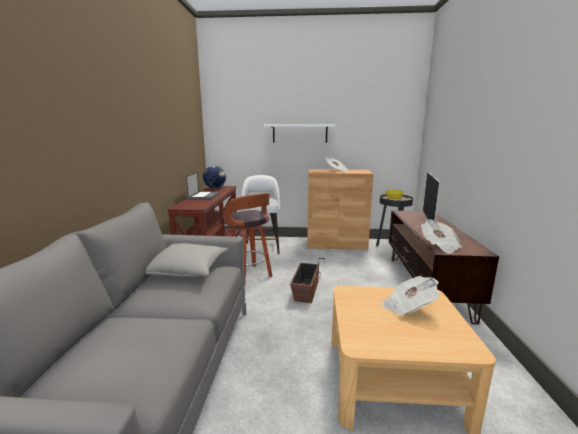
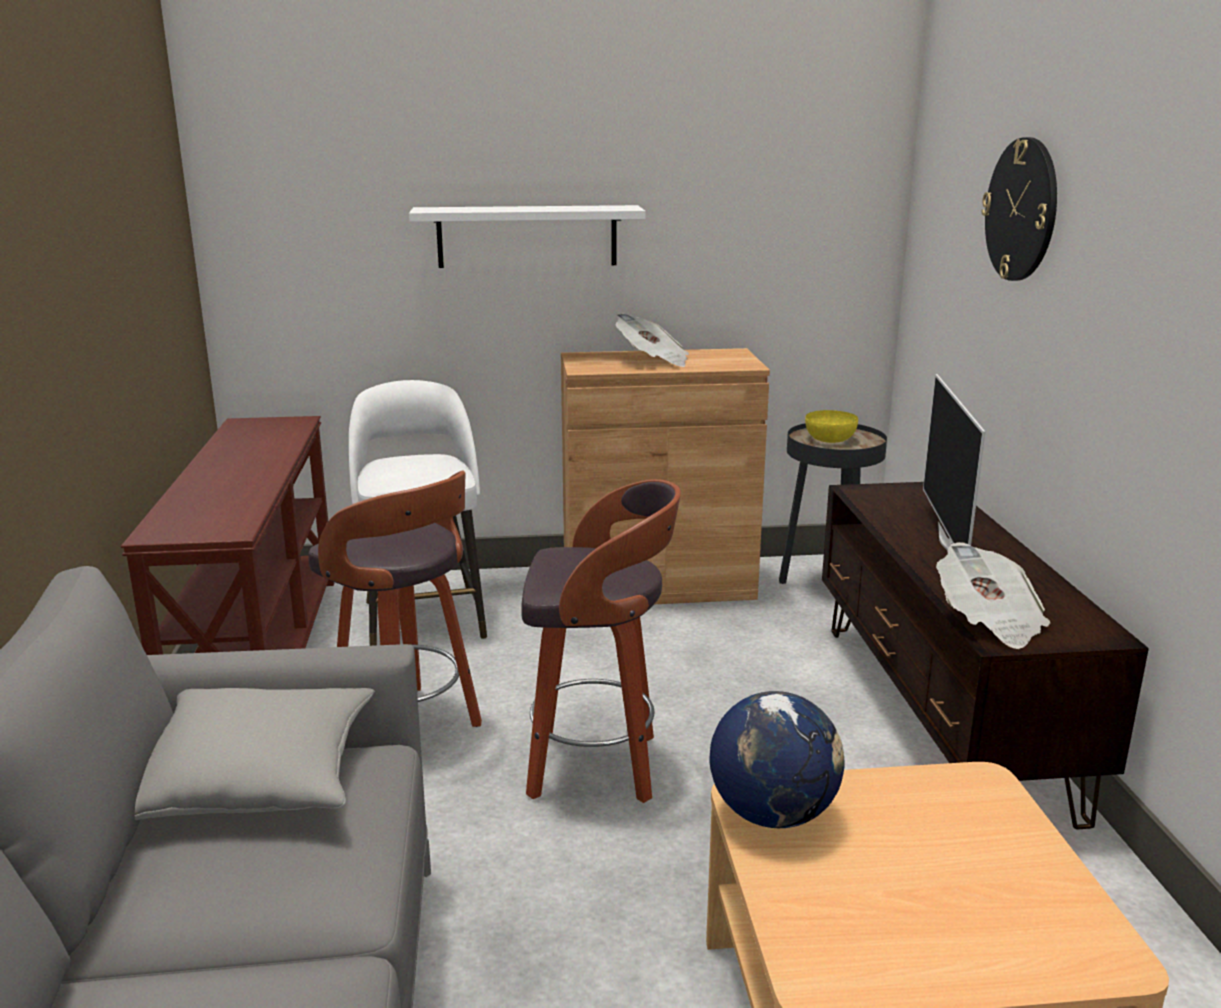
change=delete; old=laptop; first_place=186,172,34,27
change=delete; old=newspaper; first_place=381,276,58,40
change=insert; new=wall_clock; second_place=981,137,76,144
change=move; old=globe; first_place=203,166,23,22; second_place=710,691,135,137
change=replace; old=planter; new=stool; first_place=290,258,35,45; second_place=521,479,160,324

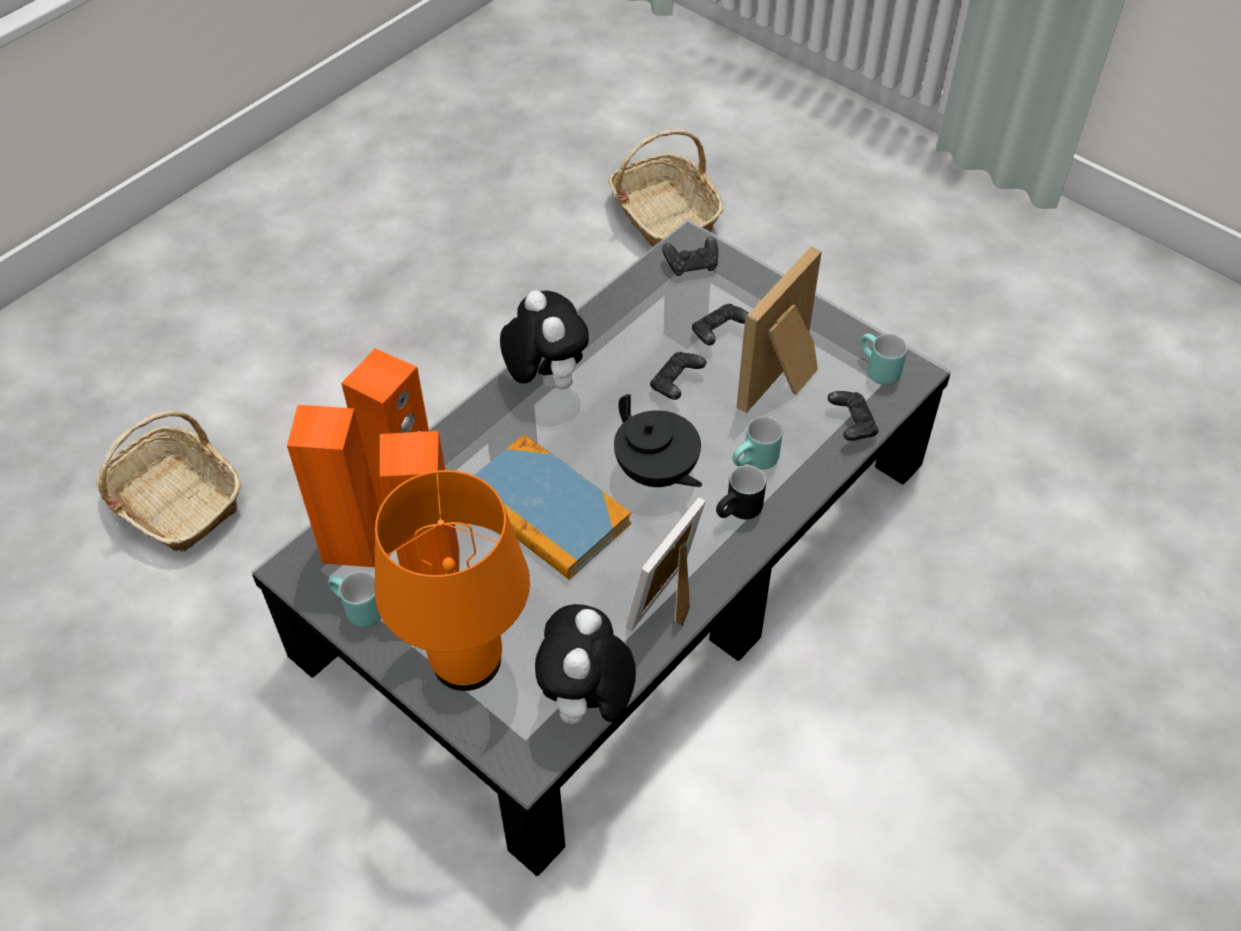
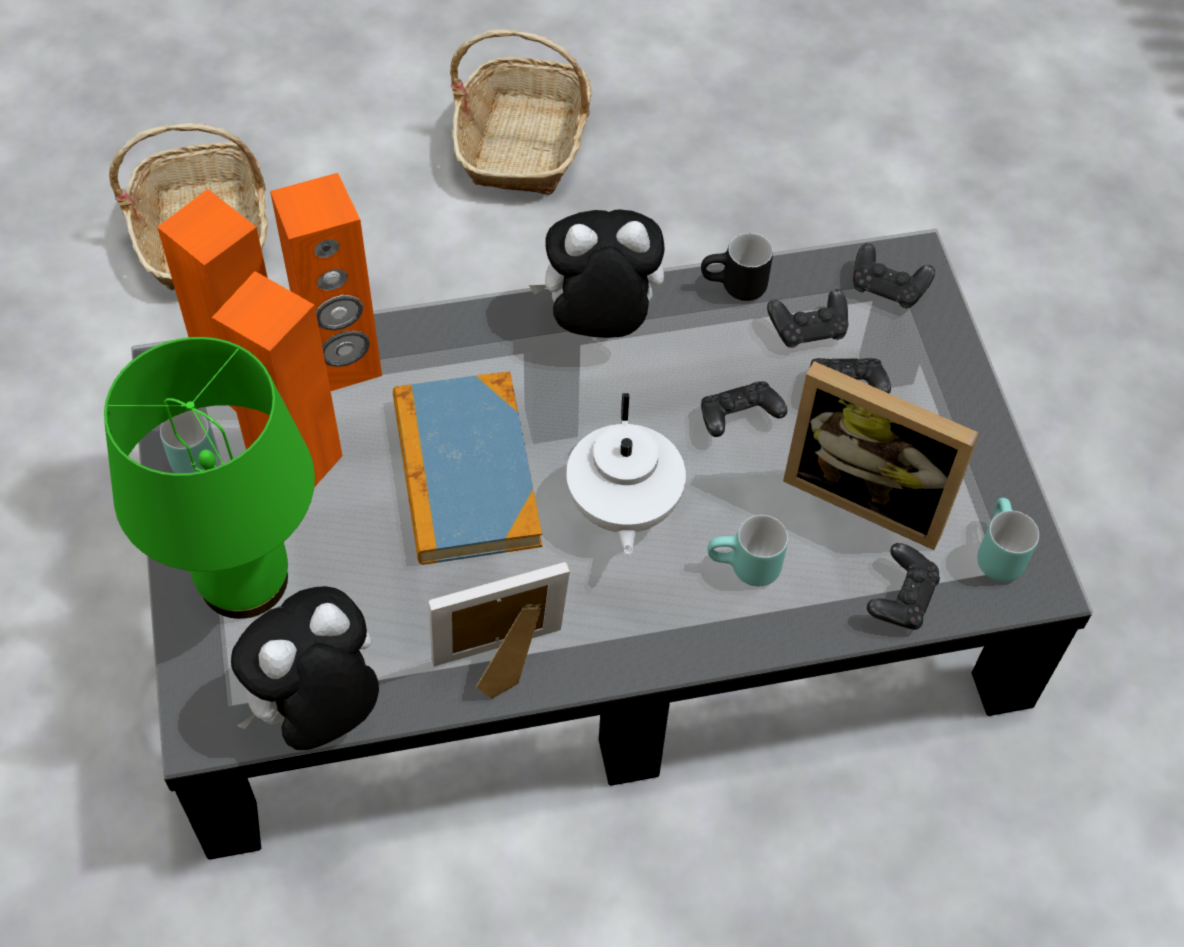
change=insert; new=black_game_controller; second_place=767,289,81,59
change=move; old=basket; first_place=608,129,115,118; second_place=450,29,142,166
change=move; old=black_mug; first_place=716,465,50,54; second_place=701,233,72,68
change=recolor; old=orange_table_lamp; new=green_table_lamp; first_place=375,470,155,221; second_place=104,337,211,282
change=recolor; old=black_teapot; new=white_teapot; first_place=614,394,88,93; second_place=566,393,120,162
change=rotate; old=plush_toy; first_place=500,290,89,99; second_place=529,209,136,129; degrees=-105
change=rotate; old=picture_frame; first_place=736,247,86,166; second_place=783,361,197,189; degrees=-135

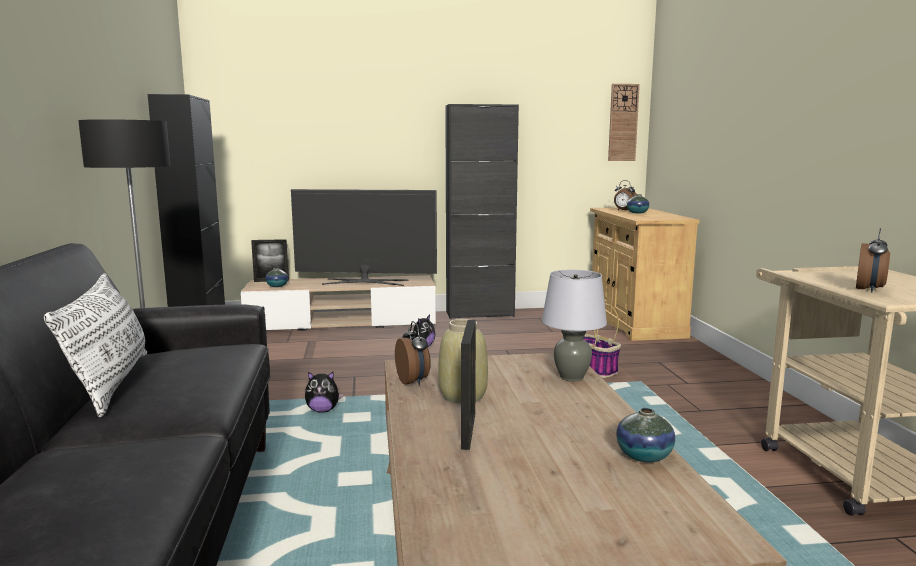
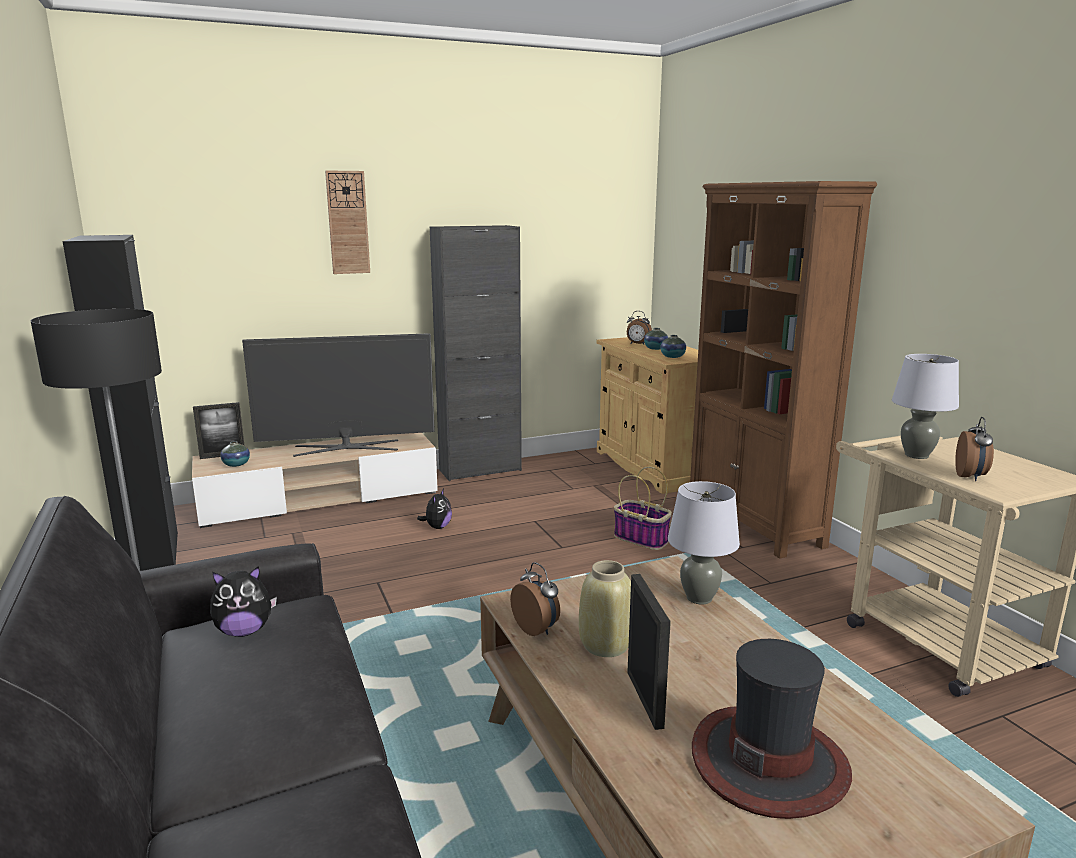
change=delete; old=white_pillow; first_place=44,273,103,144
change=insert; new=brown_bookcase; second_place=690,181,187,378
change=insert; new=hat; second_place=692,639,160,180
change=insert; new=grey_table_lamp; second_place=892,354,67,105
change=move; old=plush_toy; first_place=305,372,38,41; second_place=210,566,67,71
change=move; old=wall_clock; first_place=608,84,32,77; second_place=325,170,45,104
change=move; old=vase; first_place=616,408,59,54; second_place=661,335,25,23

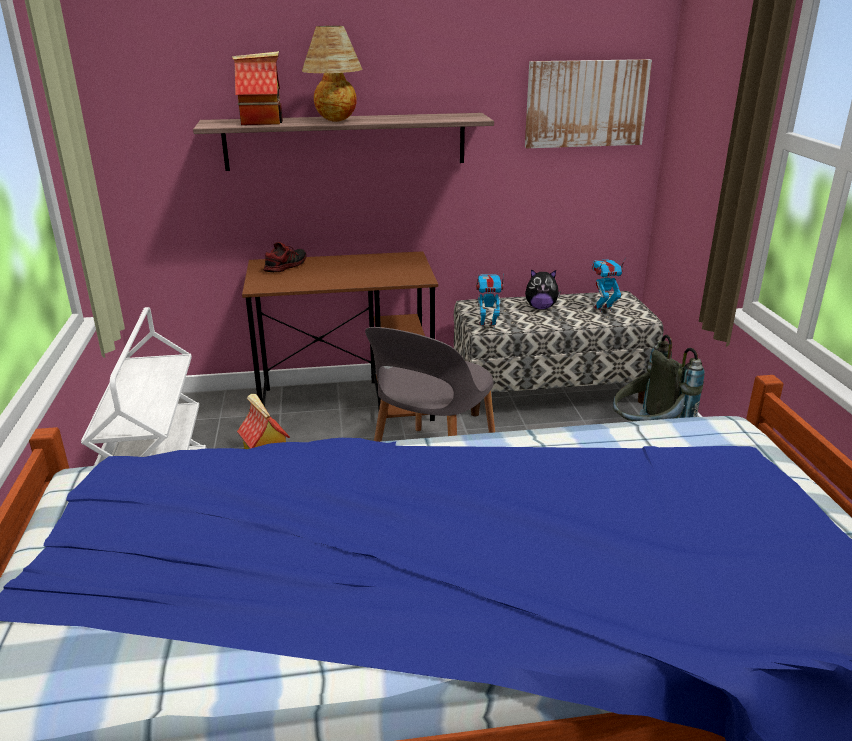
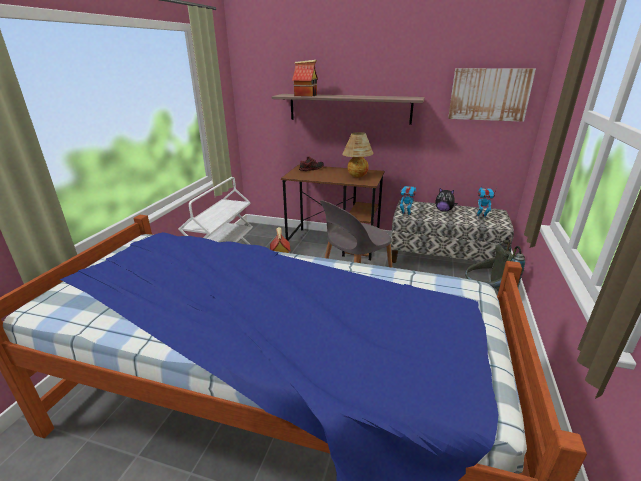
change=move; old=table_lamp; first_place=302,26,61,96; second_place=342,132,31,46

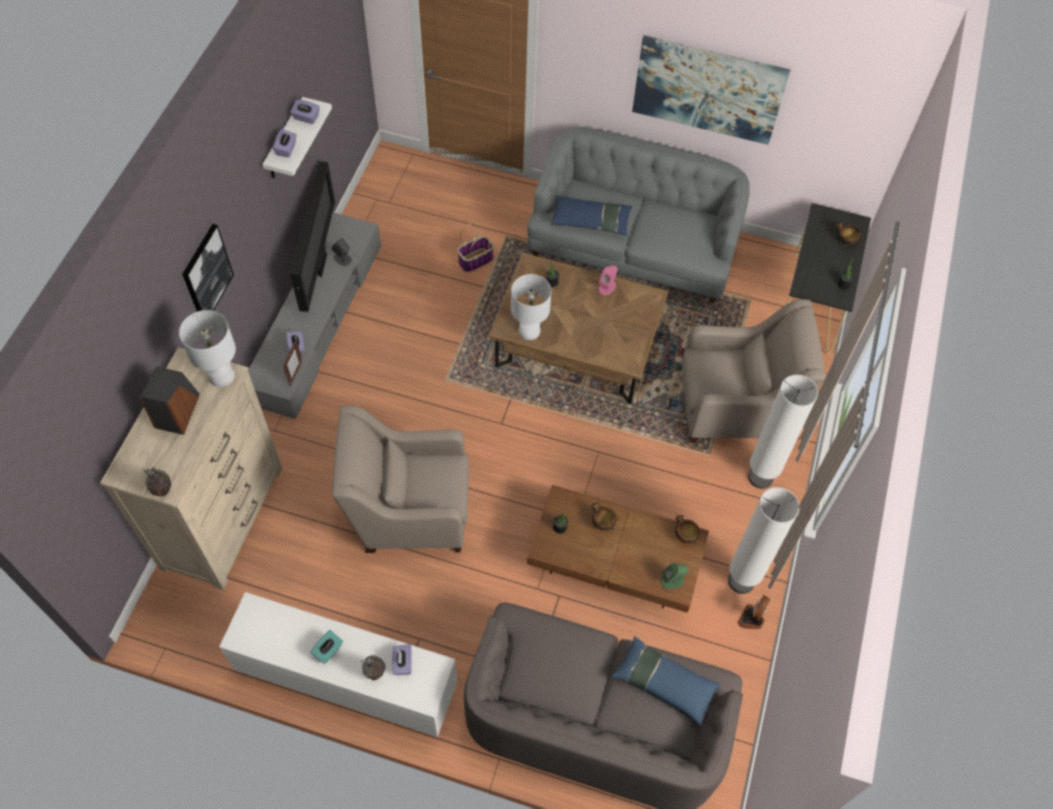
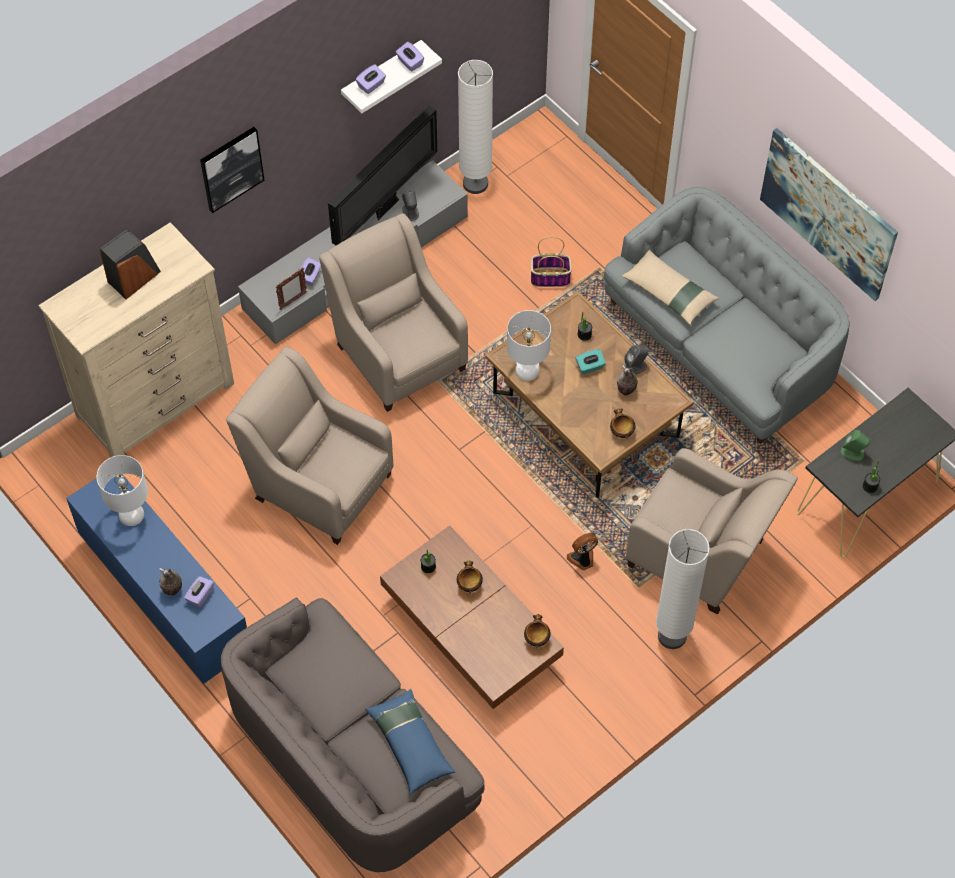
change=insert; new=beige_armchair; second_place=319,213,149,199
change=move; old=vase; first_place=143,466,28,30; second_place=617,365,21,31
change=move; old=white_table_lamp; first_place=179,310,57,77; second_place=97,455,51,71
change=move; old=turquoise_tissue_box; first_place=310,630,33,34; second_place=575,349,31,25
change=move; old=green_speaker; first_place=661,563,27,26; second_place=841,430,29,31
change=move; old=white_floor_lamp; first_place=728,487,72,107; second_place=458,60,35,134
change=move; old=fan; first_place=738,595,32,34; second_place=567,533,31,37
change=move; old=bowl; first_place=836,222,25,24; second_place=610,409,26,30
change=recolor; old=white_cabinet; new=blue_cabinet; first_place=219,592,238,145; second_place=66,474,181,212
change=recolor; old=blue_pillow; new=beige_pillow; first_place=551,196,81,39; second_place=622,250,97,75
change=recolor; old=pink_speaker; new=grey_speaker; first_place=599,265,19,30; second_place=624,345,25,29

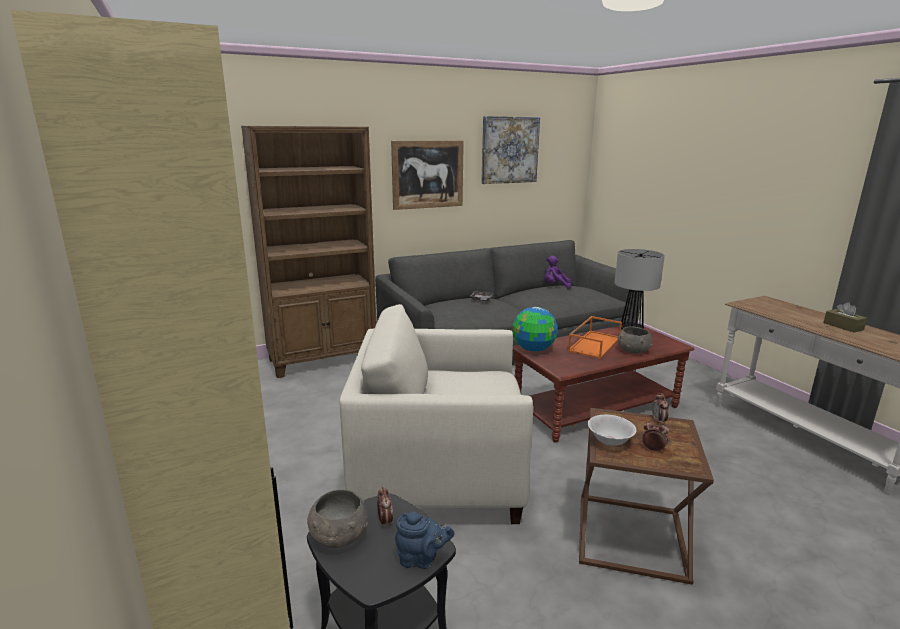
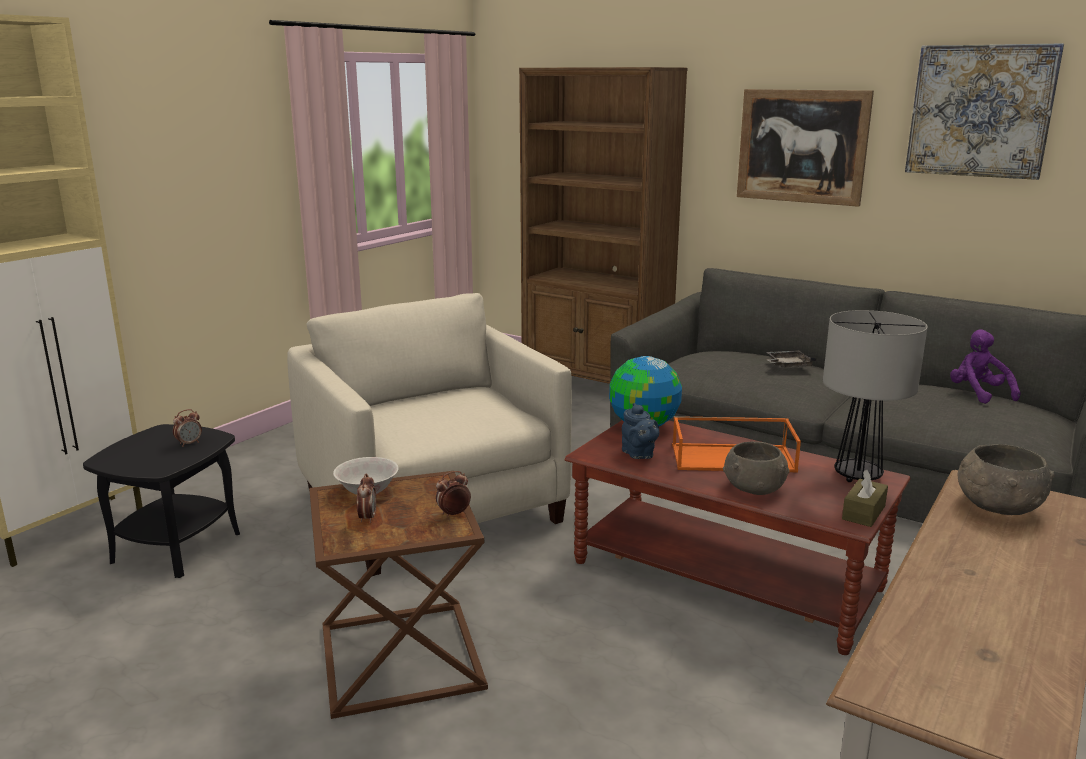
change=move; old=grey_bowl; first_place=307,489,61,59; second_place=958,444,97,71
change=move; old=blue_teapot; first_place=395,512,60,57; second_place=622,403,37,56
change=move; old=brown_tissue_box; first_place=823,302,44,31; second_place=842,470,46,57

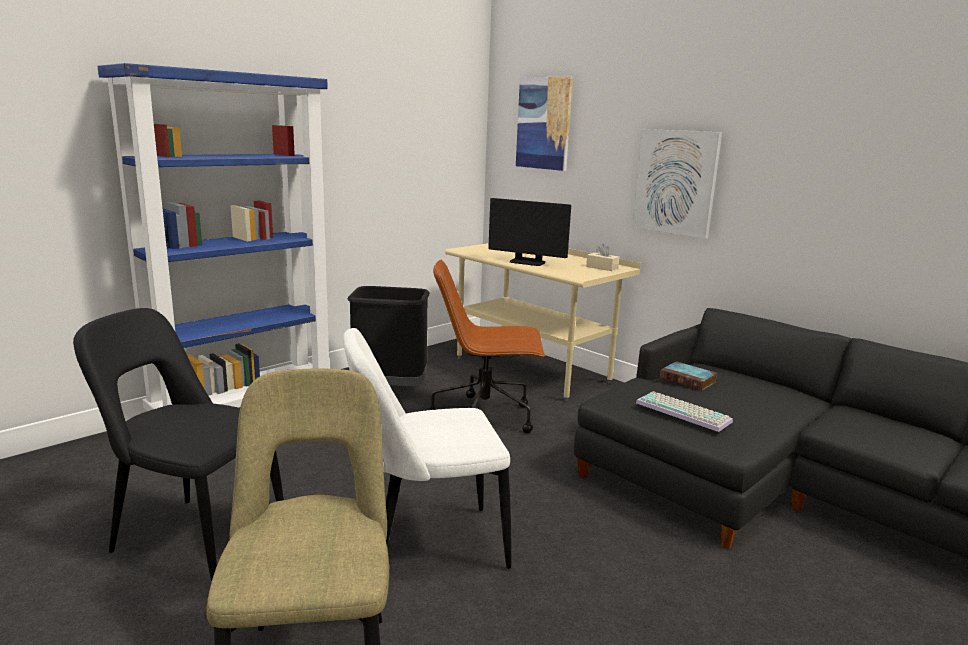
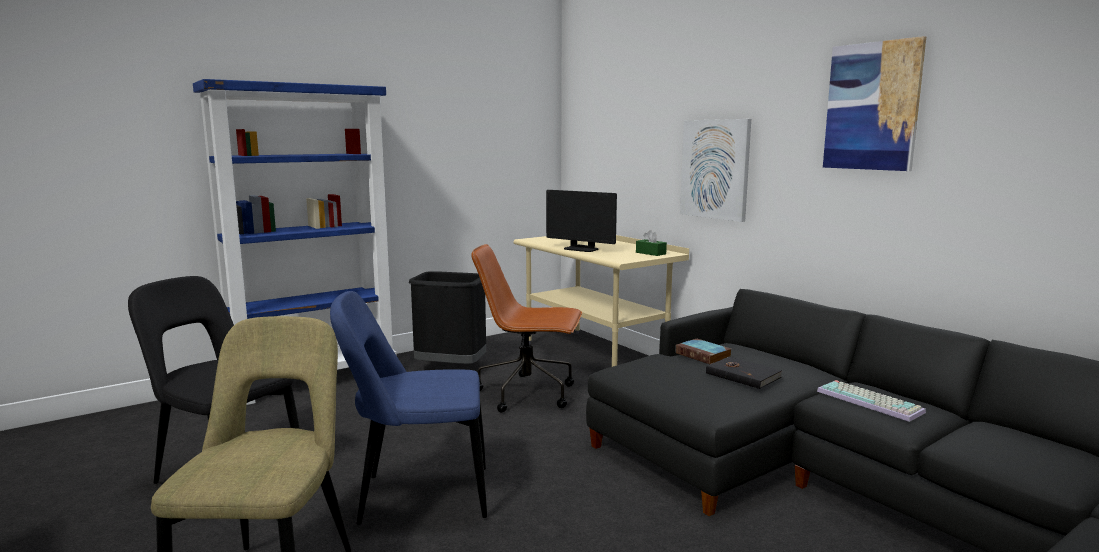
change=insert; new=black_book; second_place=706,357,77,32
change=move; old=picture; first_place=516,77,57,94; second_place=823,36,103,135
change=move; old=keyboard; first_place=636,391,97,41; second_place=817,380,109,42
change=recolor; old=white_chair; new=blue_chair; first_place=343,328,169,241; second_place=330,291,157,234
change=recolor; old=beige_tissue_box; new=green_tissue_box; first_place=586,244,34,27; second_place=636,230,31,26

